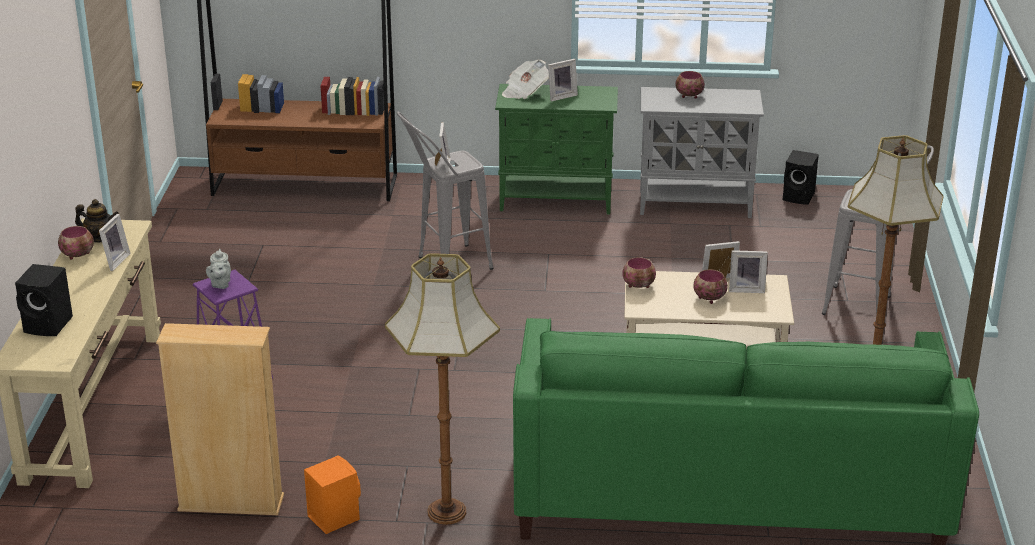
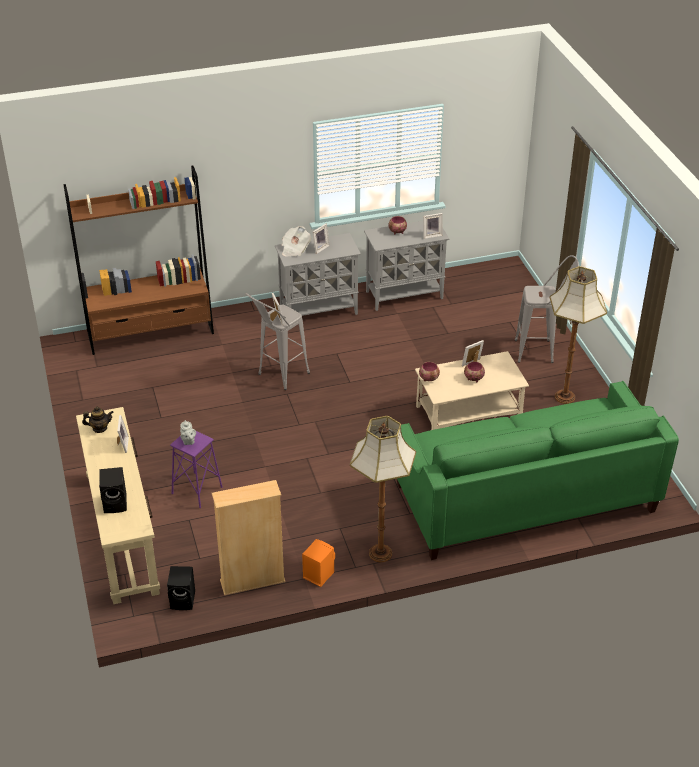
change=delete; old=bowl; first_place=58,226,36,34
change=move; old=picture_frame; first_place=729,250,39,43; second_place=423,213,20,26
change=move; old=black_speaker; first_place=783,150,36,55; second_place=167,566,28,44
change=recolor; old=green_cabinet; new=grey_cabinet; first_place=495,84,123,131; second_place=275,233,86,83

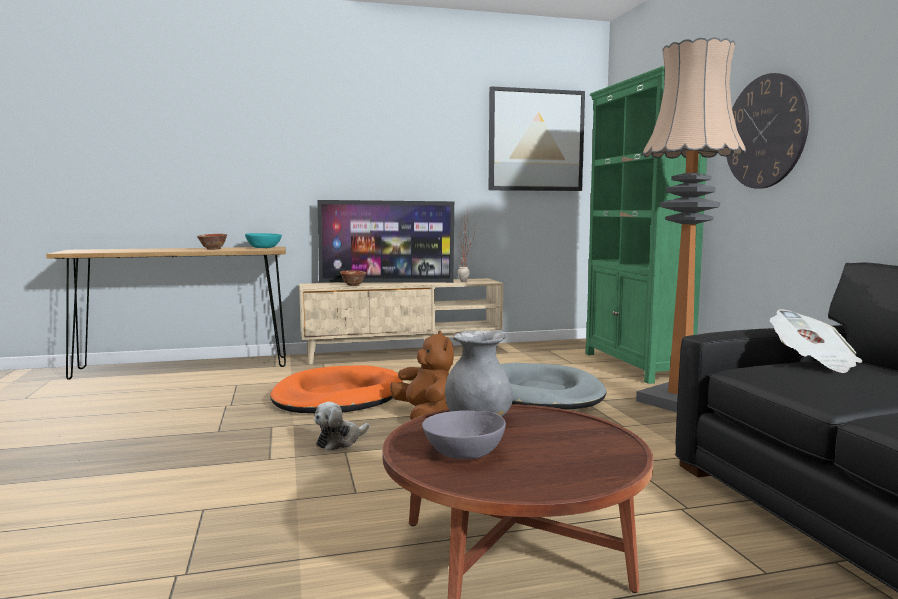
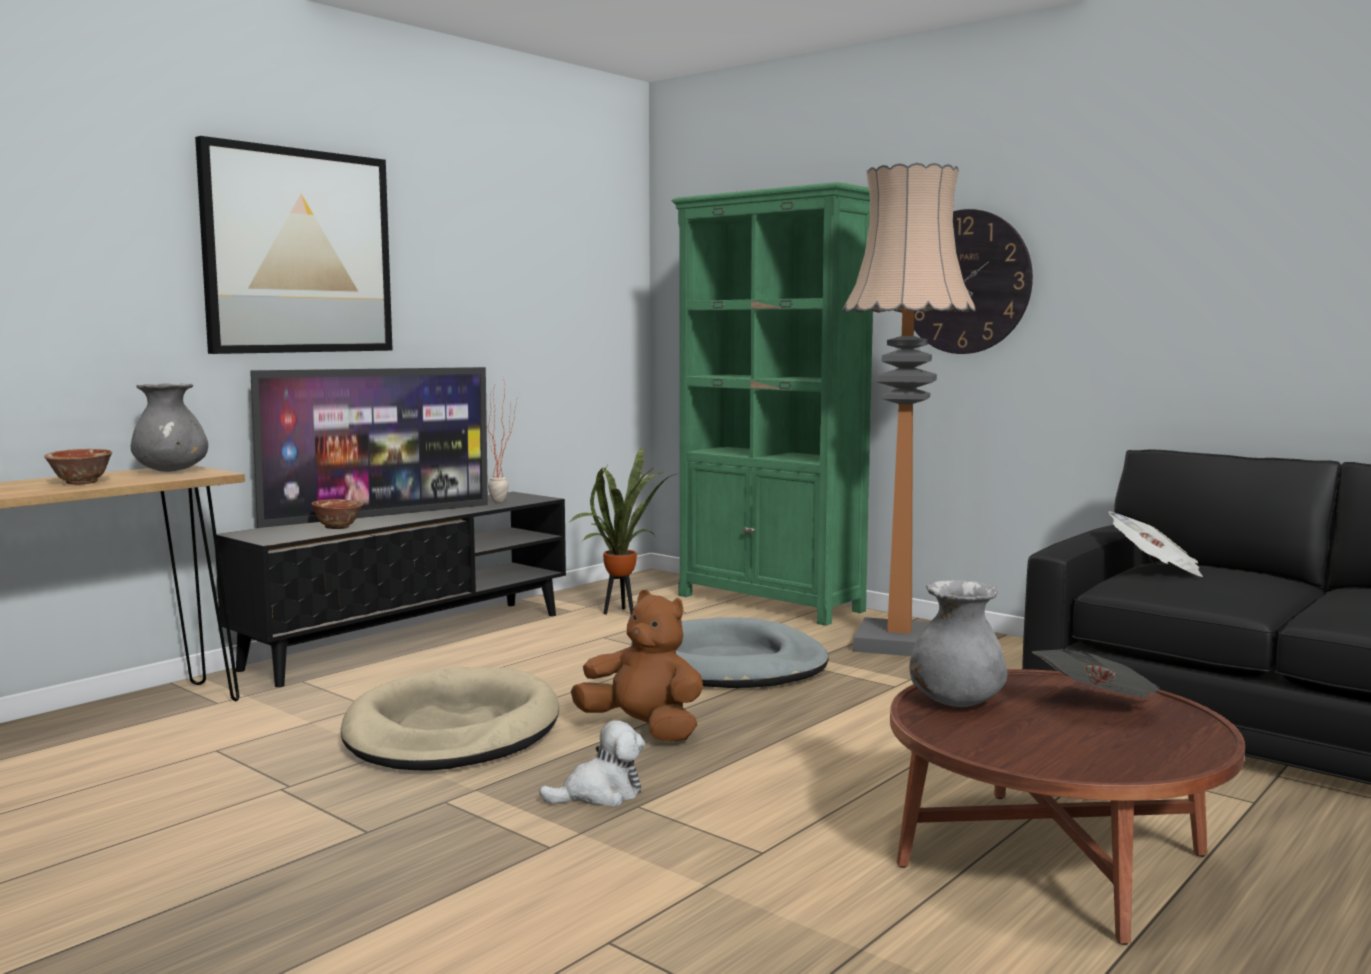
change=delete; old=grey_bowl; first_place=422,411,84,48
change=insert; new=potted_plant; second_place=568,448,108,166
change=insert; new=newspaper; second_place=1032,650,129,47
change=move; old=picture; first_place=489,86,96,105; second_place=195,136,198,218
change=replace; old=turquoise_bowl; new=grey_vase; first_place=245,233,37,15; second_place=131,383,77,89
change=recolor; old=orange_dog_bed; new=beige_dog_bed; first_place=270,365,133,48; second_place=341,667,218,104
change=recolor; old=beige_tv_stand; new=black_tv_stand; first_place=299,278,204,87; second_place=215,492,351,195
change=rotate; old=plush_toy; first_place=315,402,54,49; second_place=539,720,106,87; degrees=-120

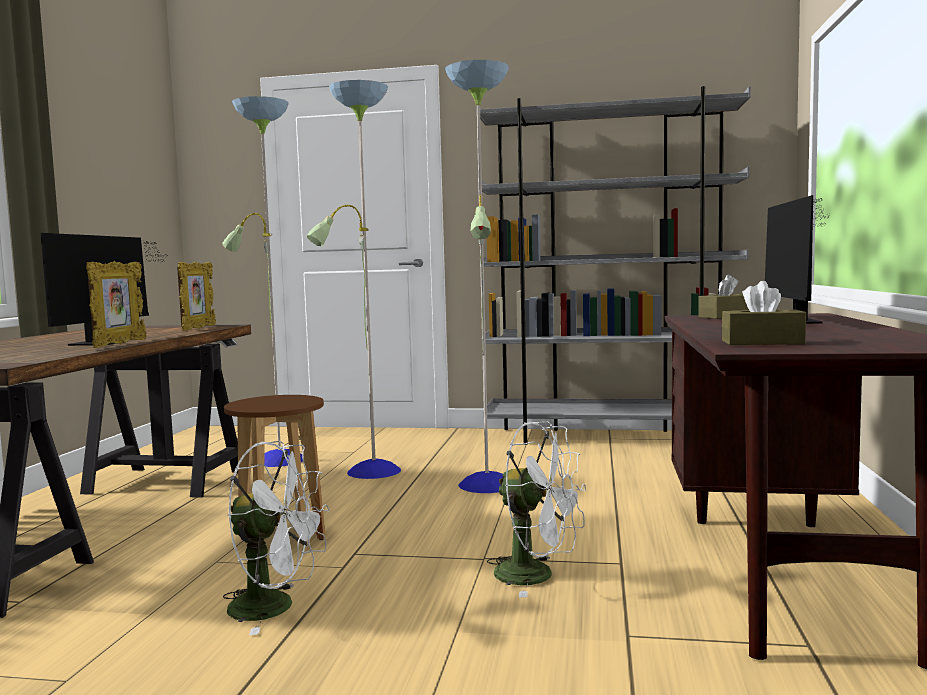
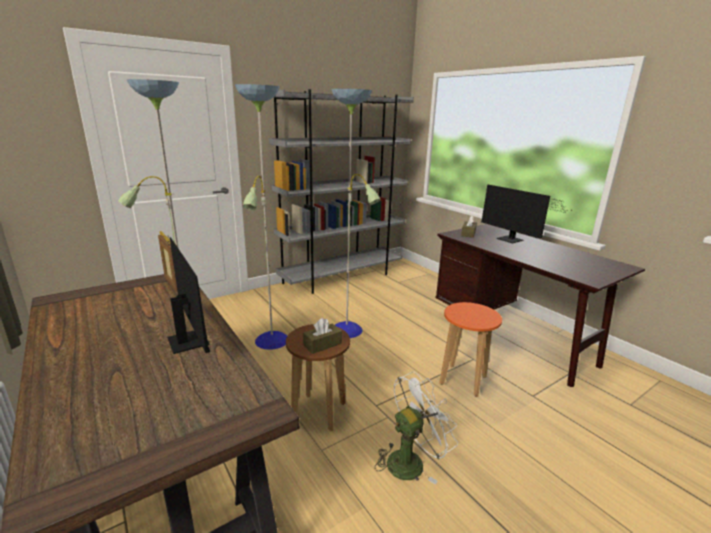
change=delete; old=picture_frame; first_place=86,261,61,87
change=move; old=brown_tissue_box; first_place=722,281,84,64; second_place=303,318,39,36
change=replace; old=white_fan; new=orange_stool; first_place=487,421,99,176; second_place=439,302,63,95

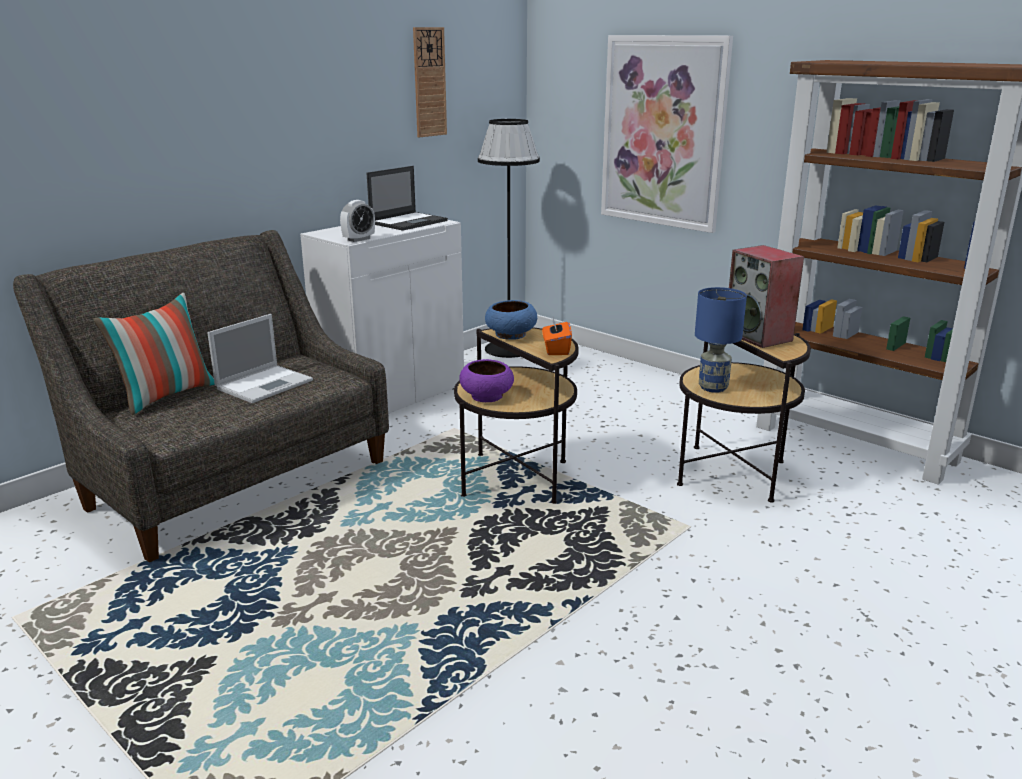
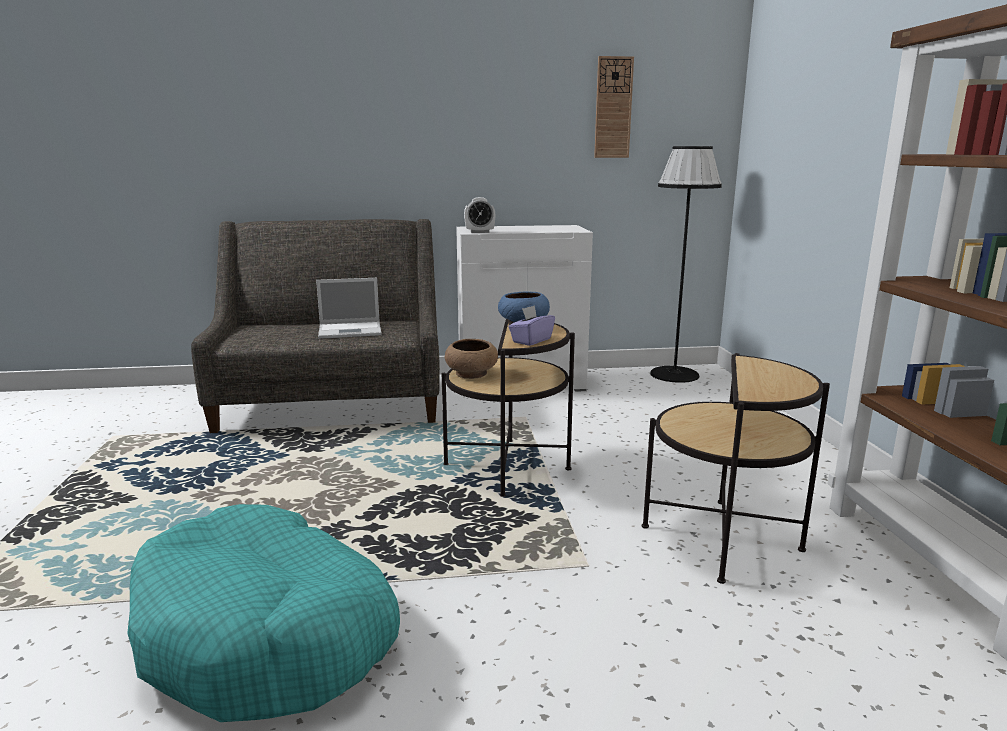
change=delete; old=pillow; first_place=94,293,121,122
change=delete; old=laptop; first_place=367,166,81,65
change=delete; old=picture; first_place=601,35,132,198
change=delete; old=blue_table_lamp; first_place=695,287,52,106
change=delete; old=speaker; first_place=729,245,75,103
change=insert; new=turquoise_dog_bed; second_place=127,504,273,218
change=recolor; old=purple_bowl; new=brown_bowl; first_place=459,359,55,43; second_place=445,339,53,40
change=recolor; old=orange_tissue_box; new=purple_tissue_box; first_place=542,317,30,38; second_place=508,305,47,41

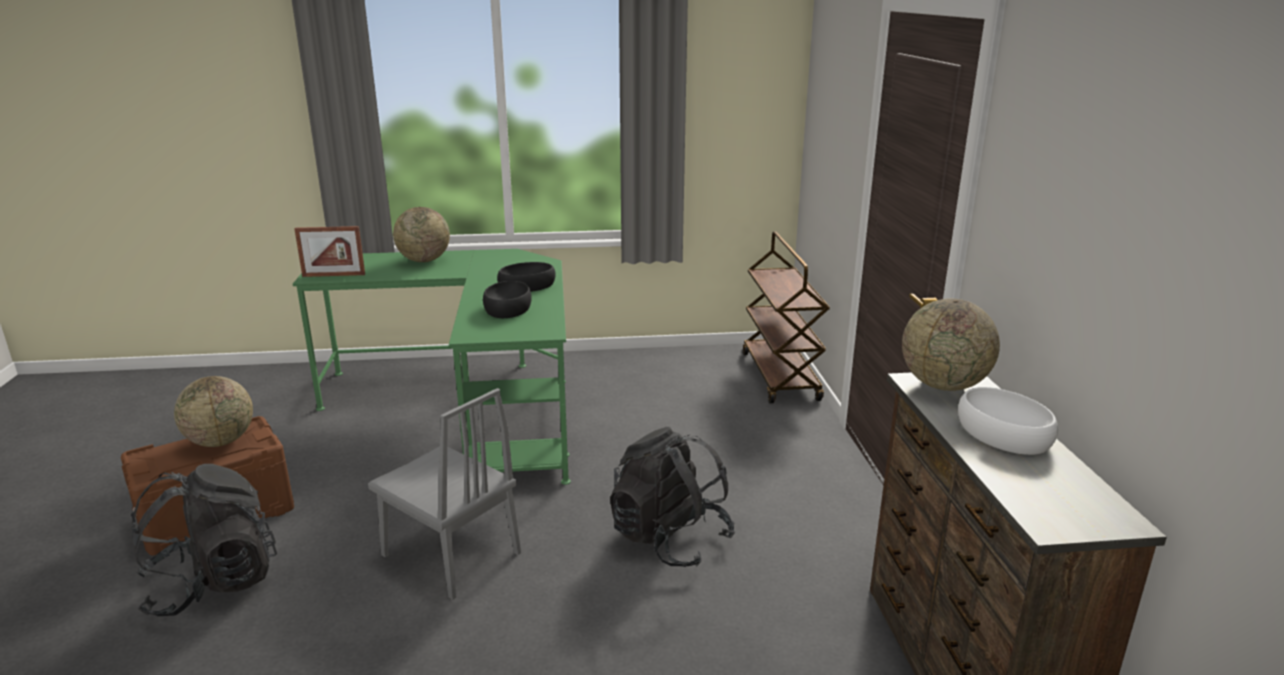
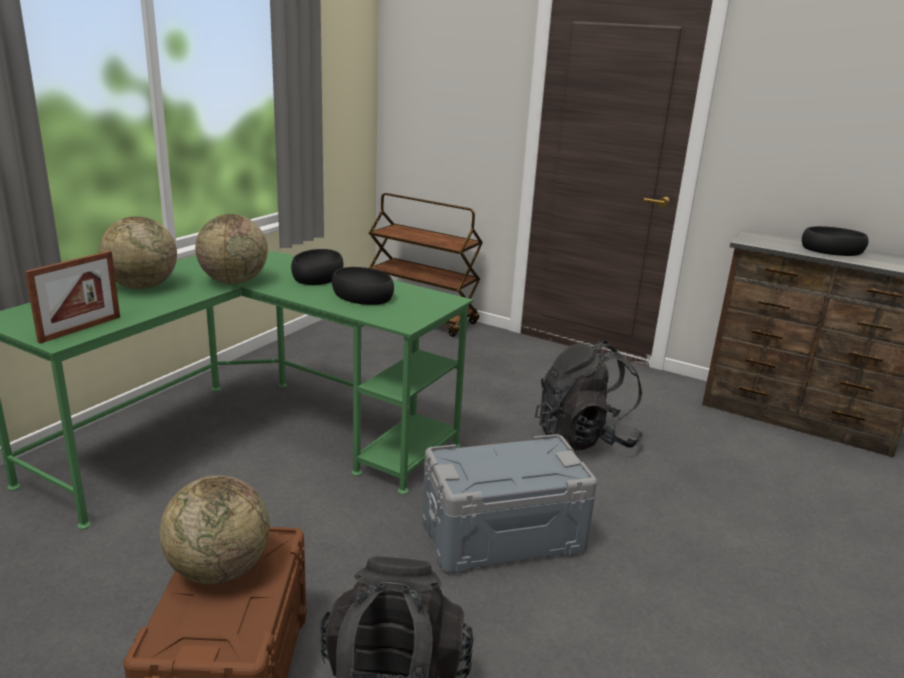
change=move; old=globe; first_place=902,298,98,93; second_place=195,214,73,70
change=replace; old=grey_chair; new=grey_storage_box; first_place=368,388,153,212; second_place=422,434,175,140
change=recolor; old=white_bowl; new=black_bowl; first_place=958,387,100,68; second_place=802,226,66,30

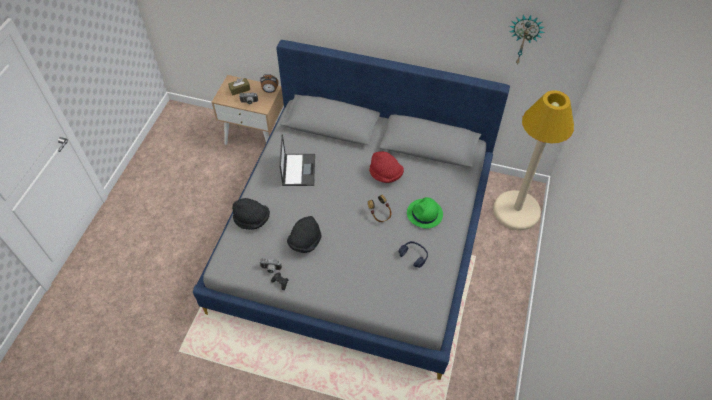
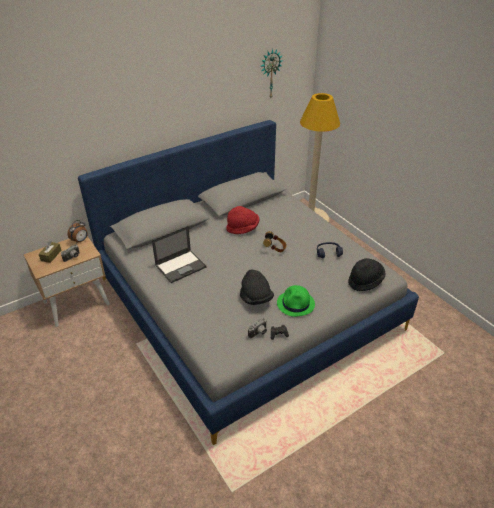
change=move; old=black_hat; first_place=232,198,38,32; second_place=348,258,37,33
change=move; old=green_hat; first_place=407,197,36,32; second_place=277,285,38,32
change=rotate; old=laptop; first_place=279,134,36,52; second_place=152,226,55,57; degrees=105

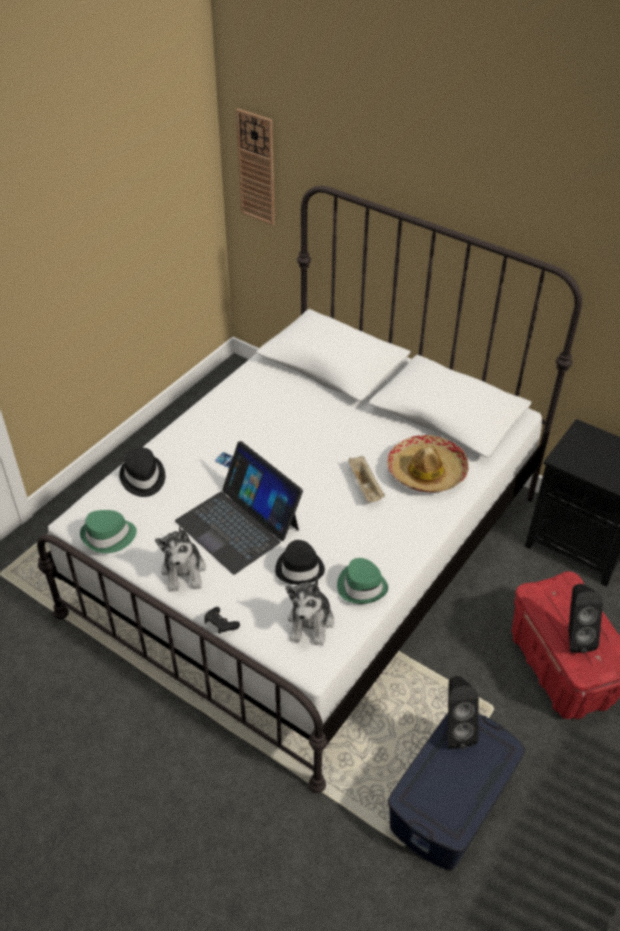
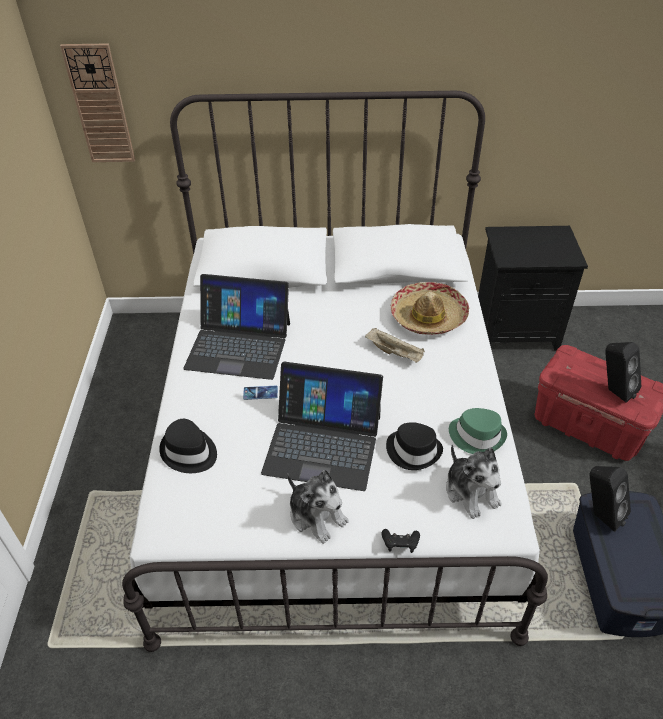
change=delete; old=green_hat; first_place=80,510,57,43
change=insert; new=laptop; second_place=183,274,107,106

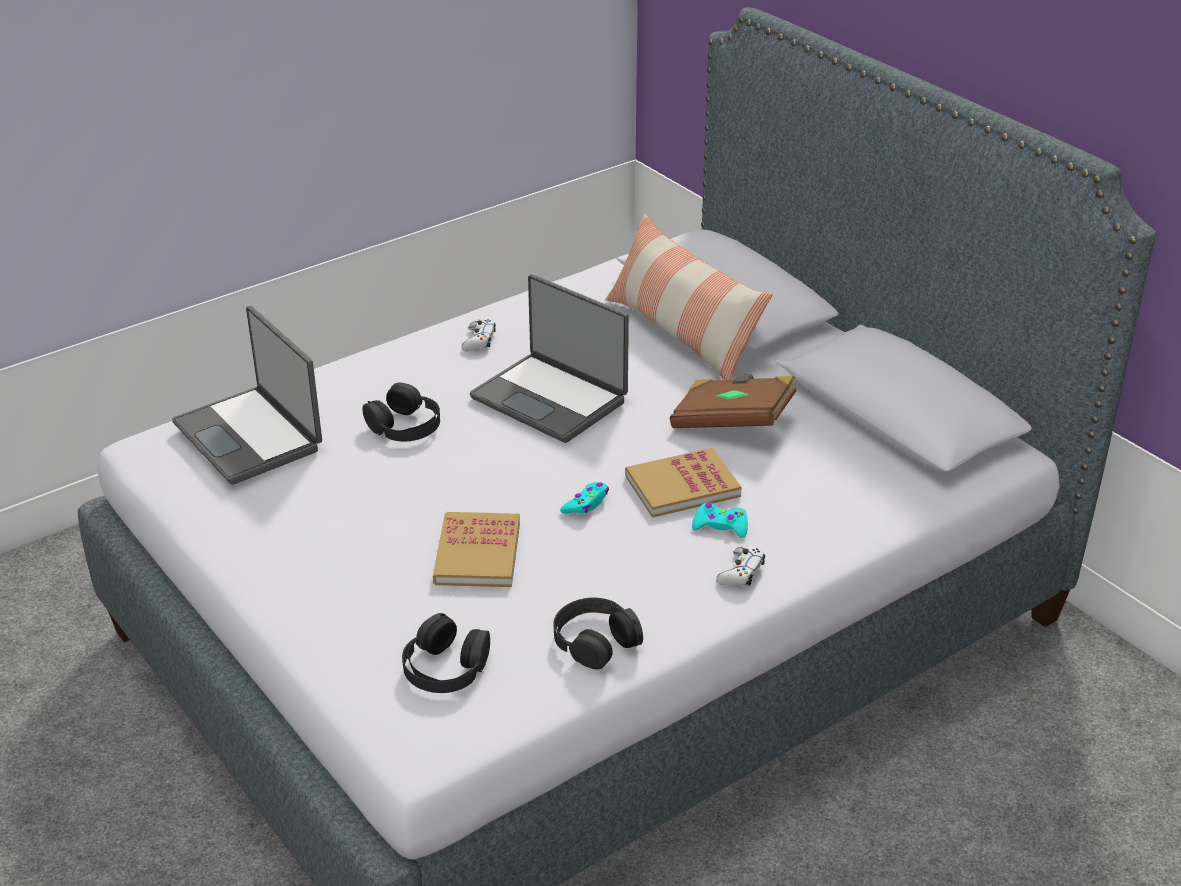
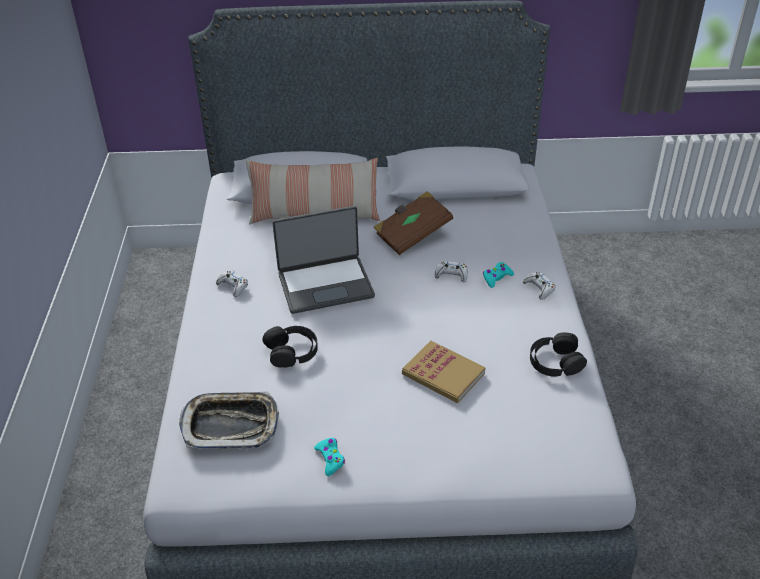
change=delete; old=black_headphones; first_place=402,613,88,80
change=move; old=turquoise_game_controller; first_place=560,482,49,32; second_place=314,438,31,38
change=replace; old=laptop; new=tray; first_place=172,306,150,179; second_place=179,391,100,58
change=replace; old=book; new=white_game_controller; first_place=625,448,117,70; second_place=435,261,33,21

